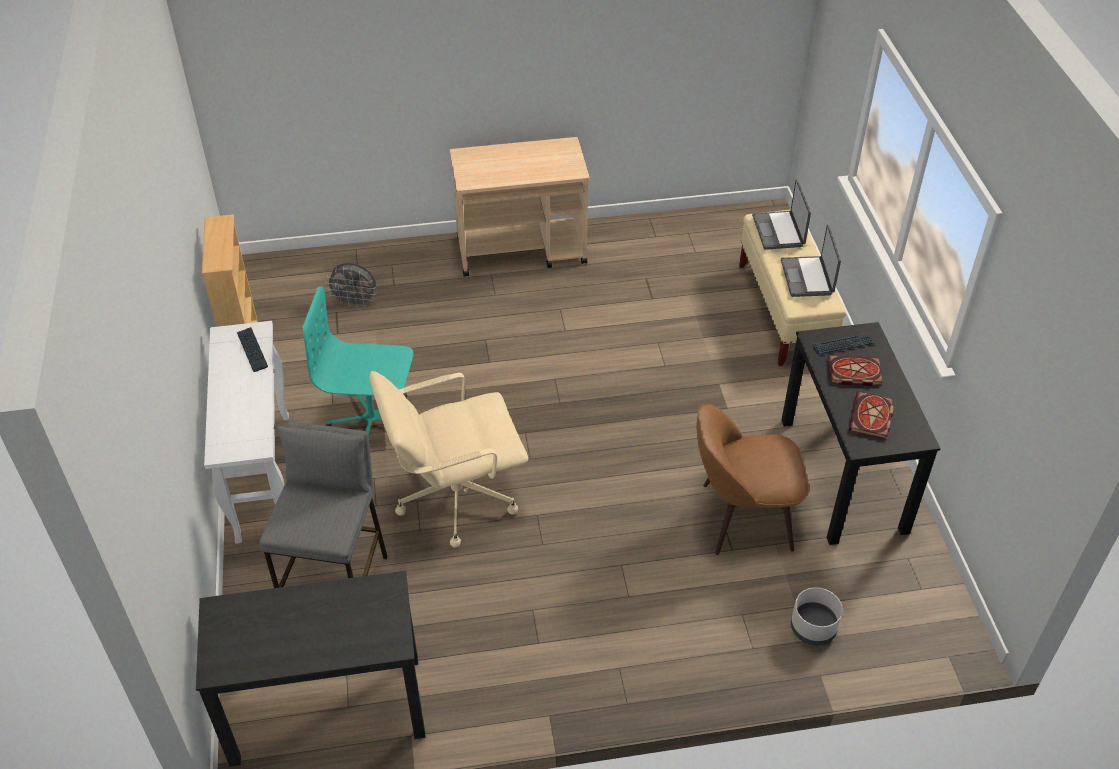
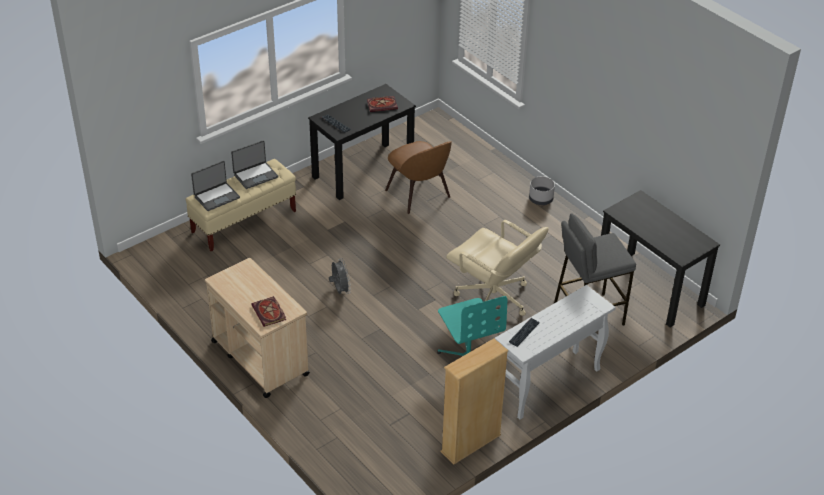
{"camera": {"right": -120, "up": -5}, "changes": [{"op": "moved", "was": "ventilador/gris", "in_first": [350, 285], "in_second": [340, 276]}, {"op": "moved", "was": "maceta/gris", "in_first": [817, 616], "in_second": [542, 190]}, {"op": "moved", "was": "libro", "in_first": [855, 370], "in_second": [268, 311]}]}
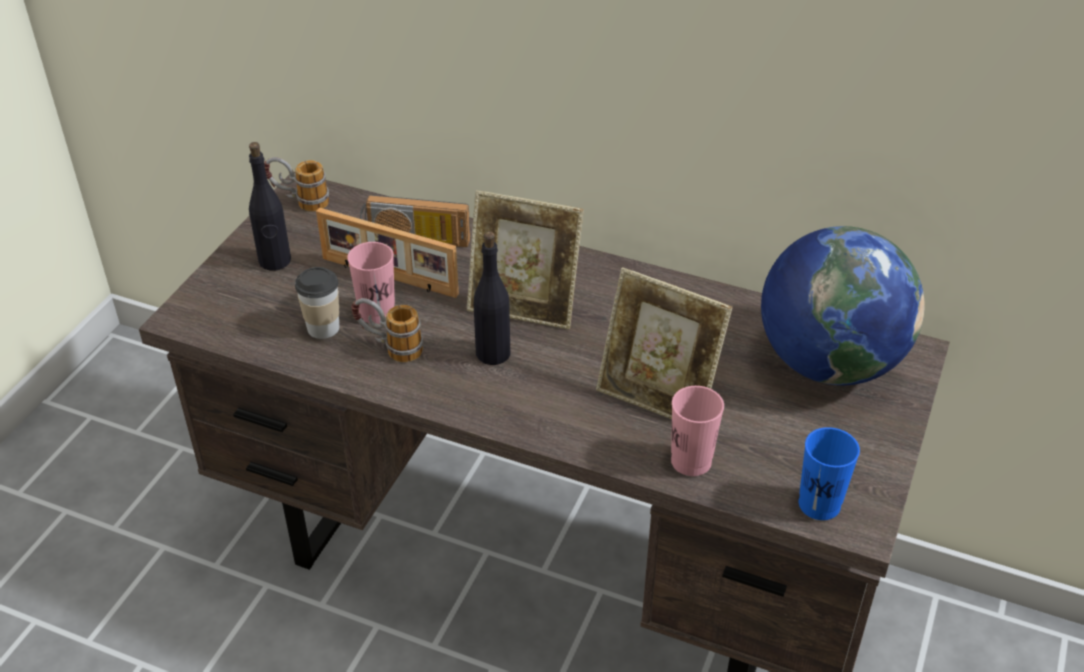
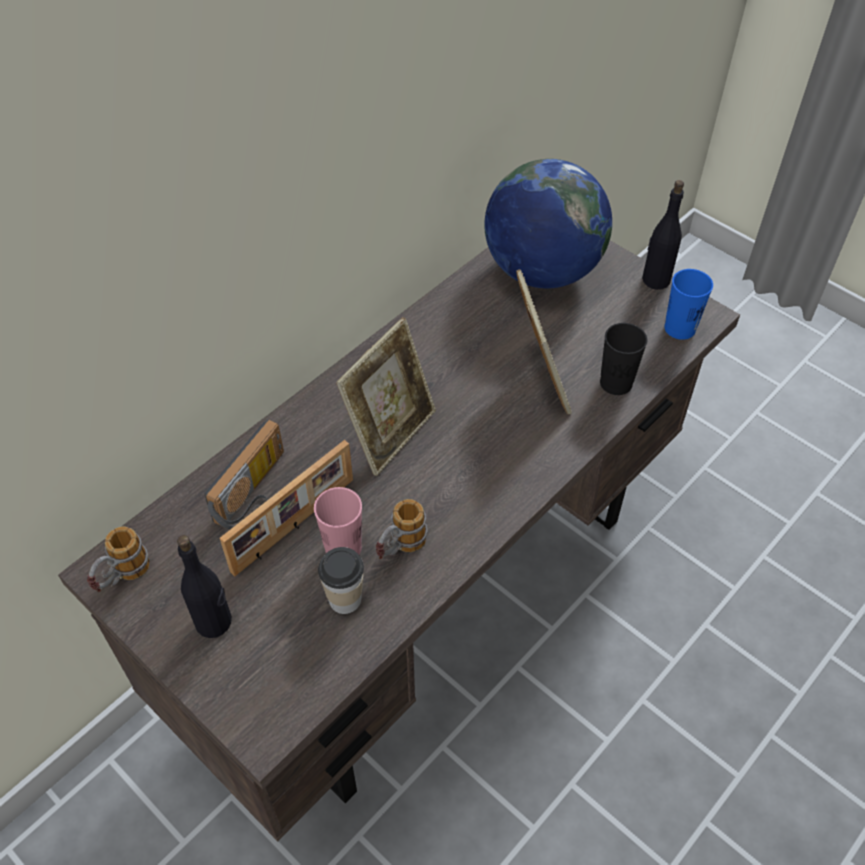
{"camera": {"right": -70, "up": 10}, "changes": [{"op": "moved", "was": "botella/negro", "in_first": [492, 298], "in_second": [663, 235]}, {"op": "recoloured", "was": "taza/rosa", "now": "taza/negro", "in_first": [697, 431], "in_second": [624, 359]}, {"op": "turned", "was": "portarretratos", "in_first": [664, 343], "in_second": [544, 342], "clockwise": -60}]}
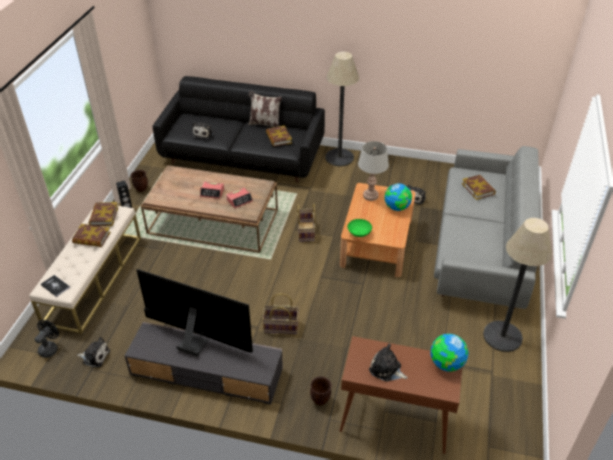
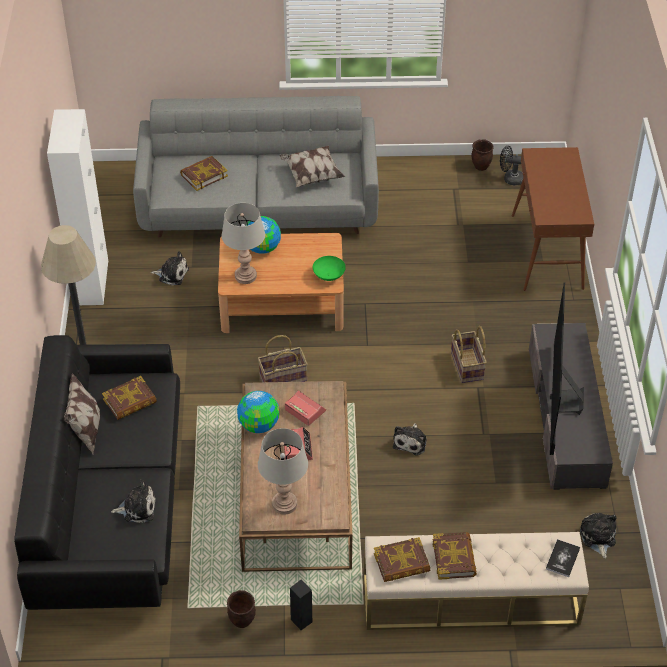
{"camera": {"right": -105, "up": 5}, "changes": [{"op": "removed", "was": "lámpara de pie", "in_first": [517, 285]}, {"op": "added", "now": "armario/blanco", "in_second": [77, 207]}, {"op": "added", "now": "lámpara de mesa/gris", "in_second": [283, 471]}, {"op": "added", "now": "cojín", "in_second": [312, 166]}, {"op": "moved", "was": "ventilador/negro", "in_first": [47, 339], "in_second": [511, 165]}, {"op": "moved", "was": "maceta/marrón", "in_first": [321, 391], "in_second": [482, 155]}, {"op": "moved", "was": "peluche", "in_first": [388, 363], "in_second": [410, 439]}, {"op": "moved", "was": "globo terráqueo", "in_first": [449, 353], "in_second": [258, 412]}]}
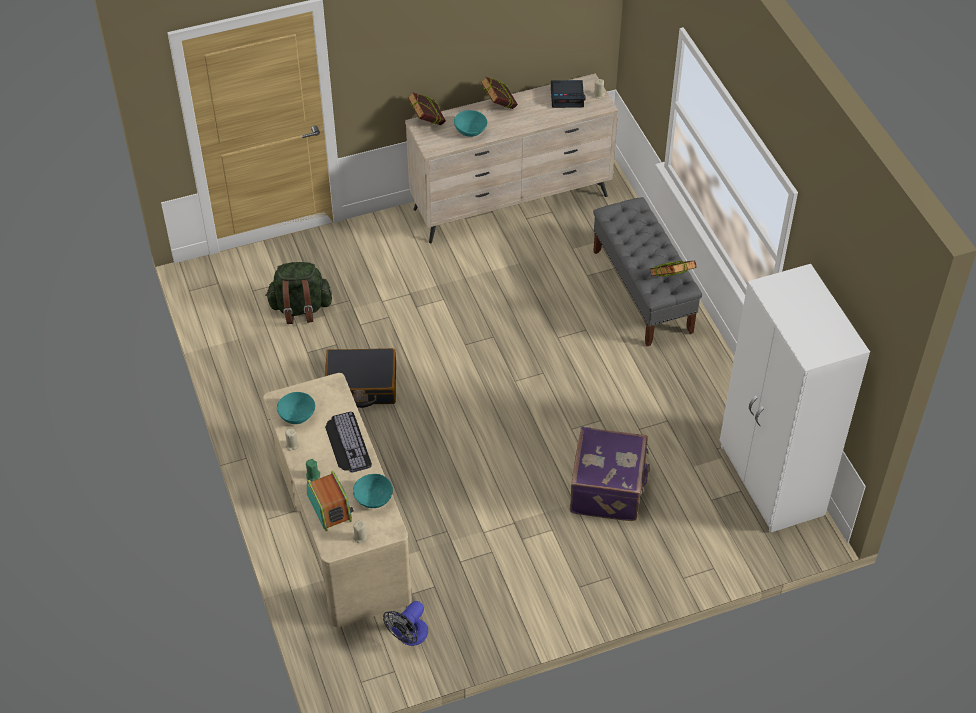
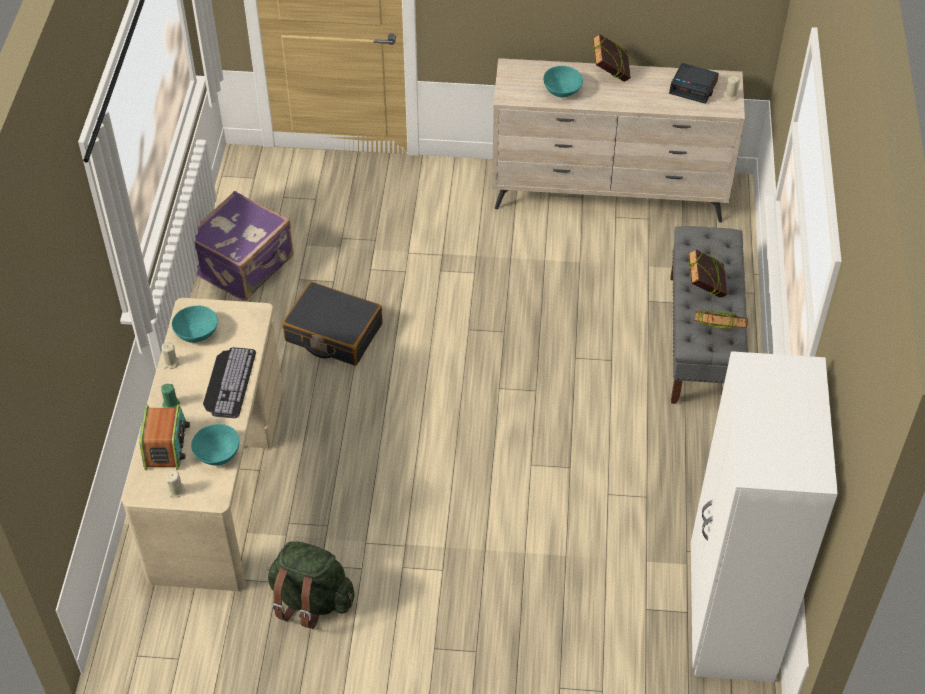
{"camera": {"right": 25, "up": 0}, "changes": [{"op": "removed", "was": "ventilador", "in_first": [405, 623]}, {"op": "moved", "was": "mochila/verde", "in_first": [298, 293], "in_second": [311, 585]}, {"op": "moved", "was": "libro", "in_first": [427, 109], "in_second": [707, 273]}, {"op": "moved", "was": "maleta/morado", "in_first": [610, 473], "in_second": [244, 246]}]}
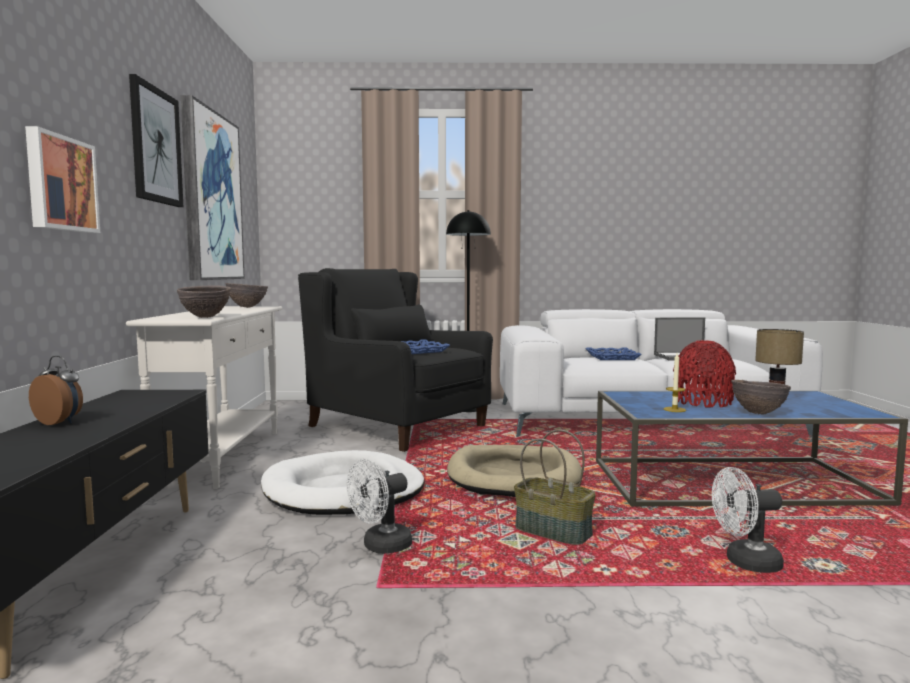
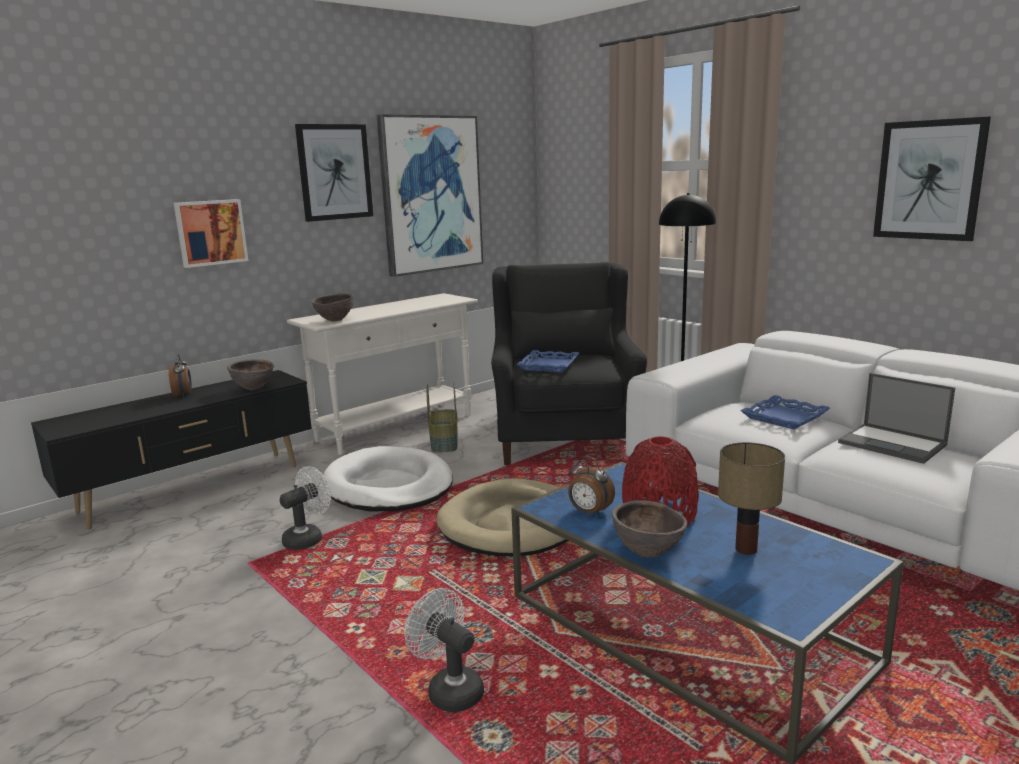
{"camera": {"right": 50, "up": 10}, "changes": [{"op": "added", "now": "cuadro", "in_second": [932, 179]}, {"op": "moved", "was": "cuenco/marrón", "in_first": [246, 295], "in_second": [250, 374]}, {"op": "moved", "was": "cesta", "in_first": [555, 487], "in_second": [442, 417]}, {"op": "replaced", "was": "vela", "now": "despertador", "in_first": [675, 382], "in_second": [591, 486]}, {"op": "turned", "was": "ventilador/blanco", "in_first": [379, 506], "in_second": [305, 508], "clockwise": 120}]}
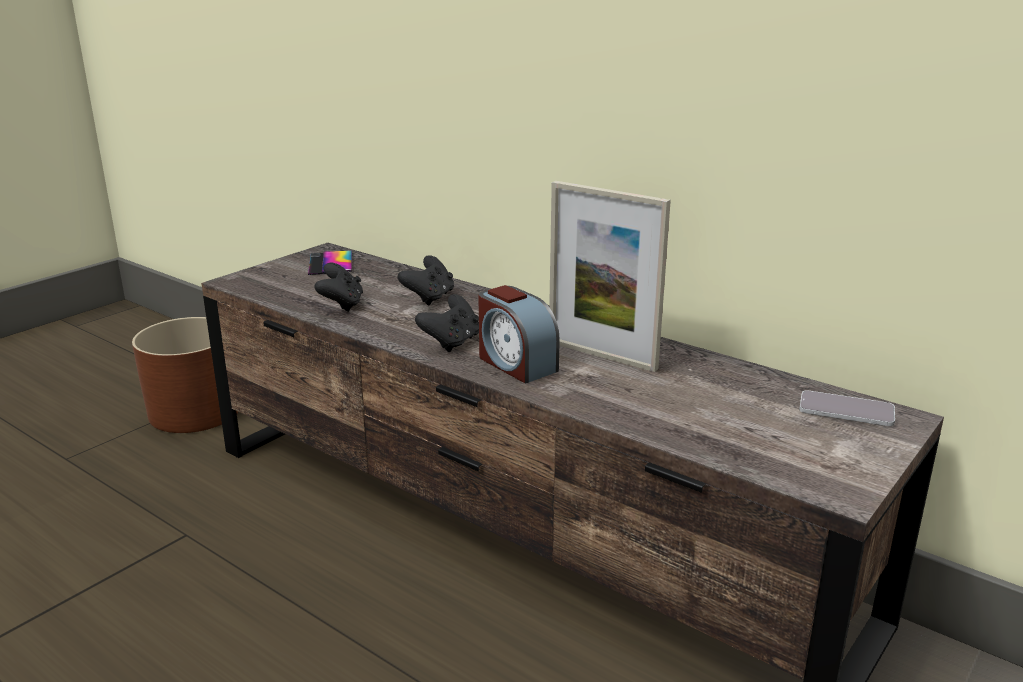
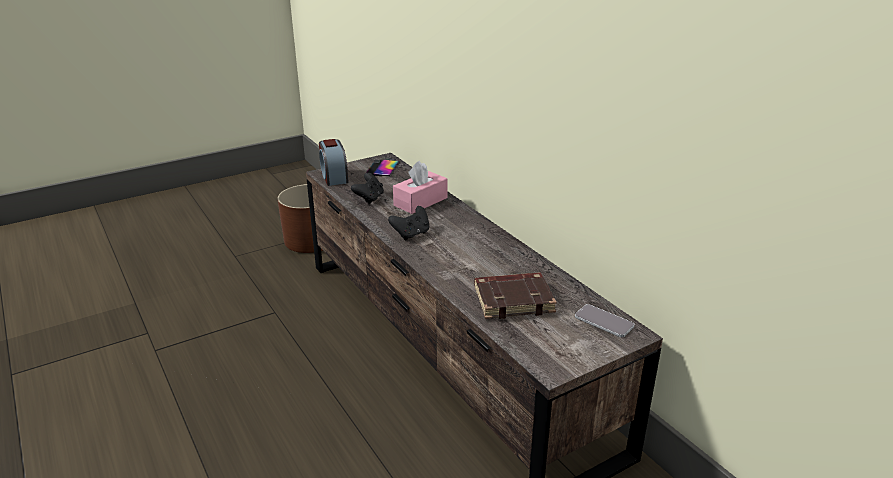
{"camera": {"right": 20, "up": 5}, "changes": [{"op": "removed", "was": "portarretratos", "in_first": [610, 276]}, {"op": "added", "now": "libro/marrón", "in_second": [515, 295]}, {"op": "moved", "was": "despertador", "in_first": [519, 334], "in_second": [334, 162]}, {"op": "replaced", "was": "mando de consola/negro", "now": "caja de pañuelos/rosa", "in_first": [426, 280], "in_second": [420, 187]}]}
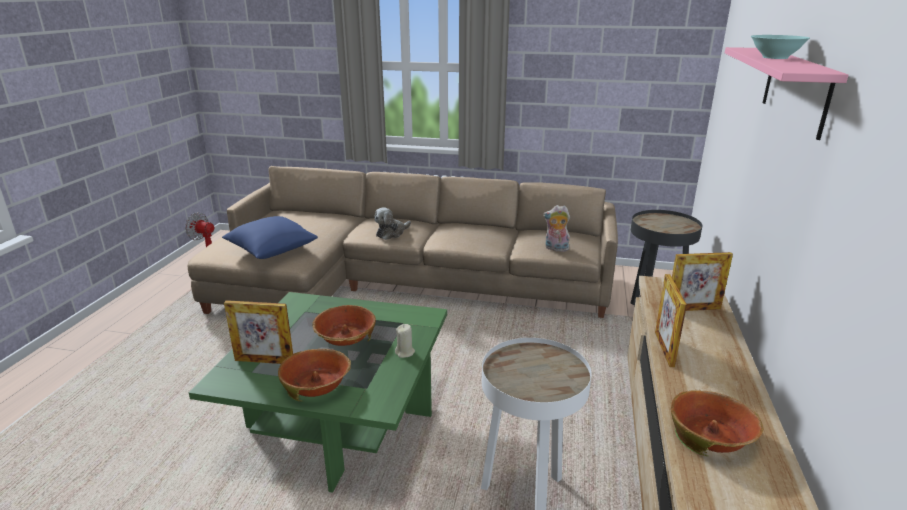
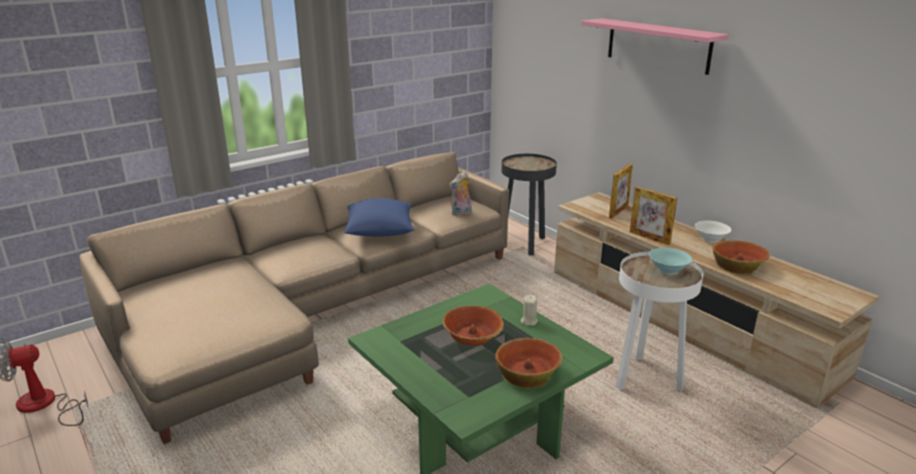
{"camera": {"right": -50, "up": 0}, "changes": [{"op": "removed", "was": "portarretratos", "in_first": [258, 332]}, {"op": "removed", "was": "peluche", "in_first": [392, 223]}, {"op": "added", "now": "cuenco/blanco", "in_second": [713, 231]}, {"op": "moved", "was": "cojín/azul", "in_first": [270, 237], "in_second": [379, 217]}, {"op": "moved", "was": "cuenco/turquesa", "in_first": [780, 47], "in_second": [670, 261]}]}
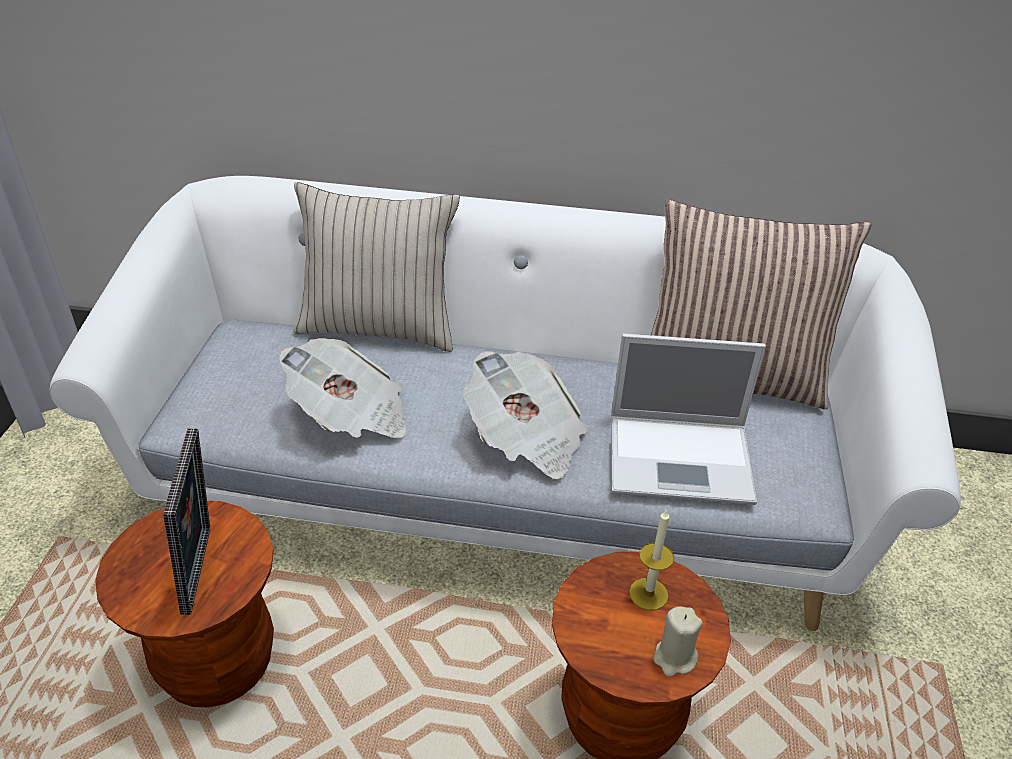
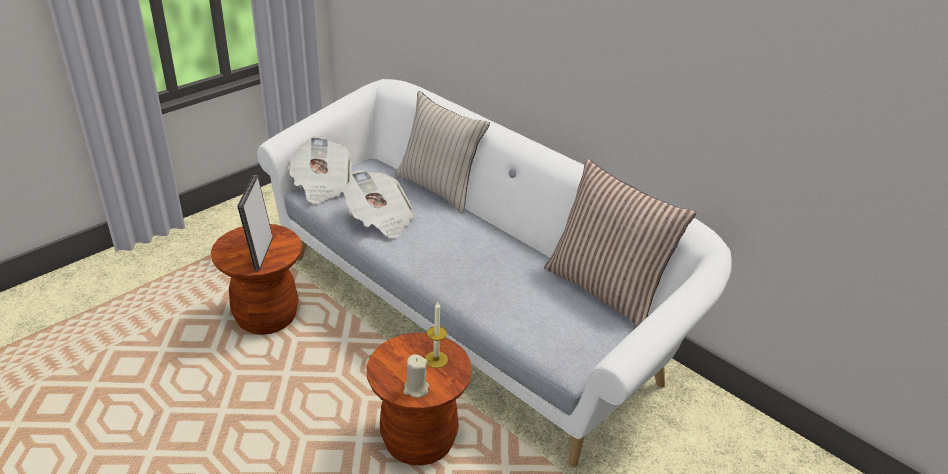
{"camera": {"right": 35, "up": -5}, "changes": [{"op": "removed", "was": "portátil", "in_first": [688, 419]}, {"op": "moved", "was": "periódico", "in_first": [525, 415], "in_second": [320, 170]}, {"op": "turned", "was": "portarretratos", "in_first": [186, 521], "in_second": [255, 222], "clockwise": 150}]}
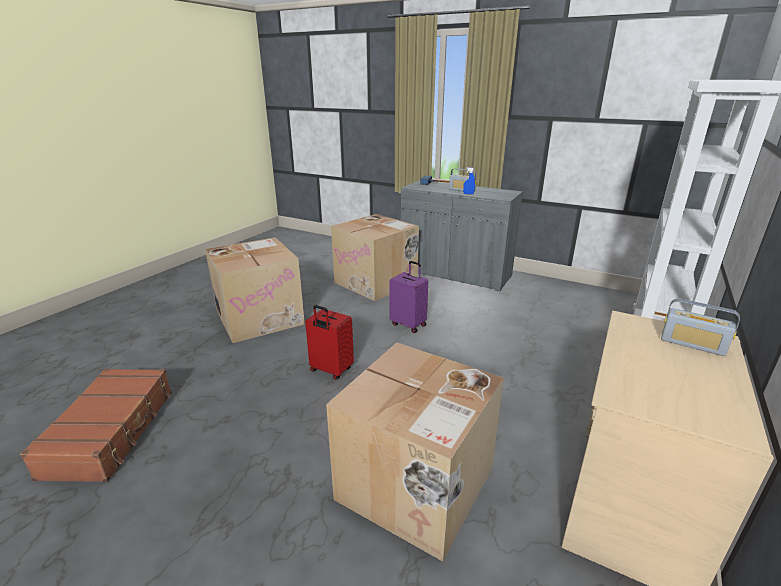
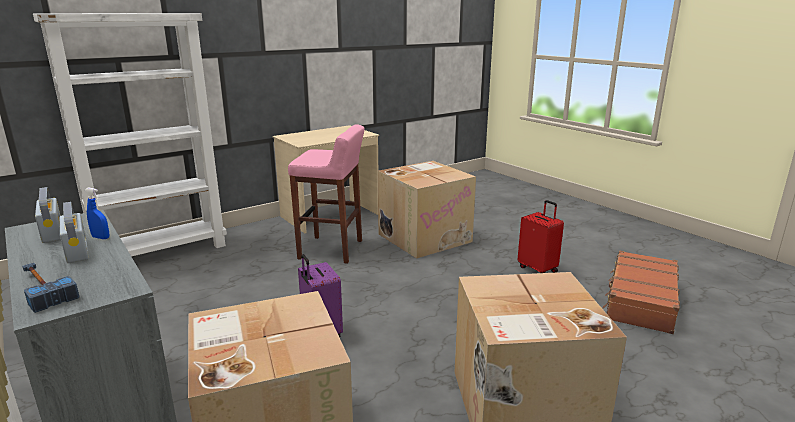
{"camera": {"right": -155, "up": -5}, "changes": [{"op": "added", "now": "taburete/rosa", "in_second": [326, 194]}, {"op": "moved", "was": "maleta/rojo", "in_first": [329, 342], "in_second": [541, 236]}, {"op": "moved", "was": "radio", "in_first": [700, 327], "in_second": [48, 215]}]}
